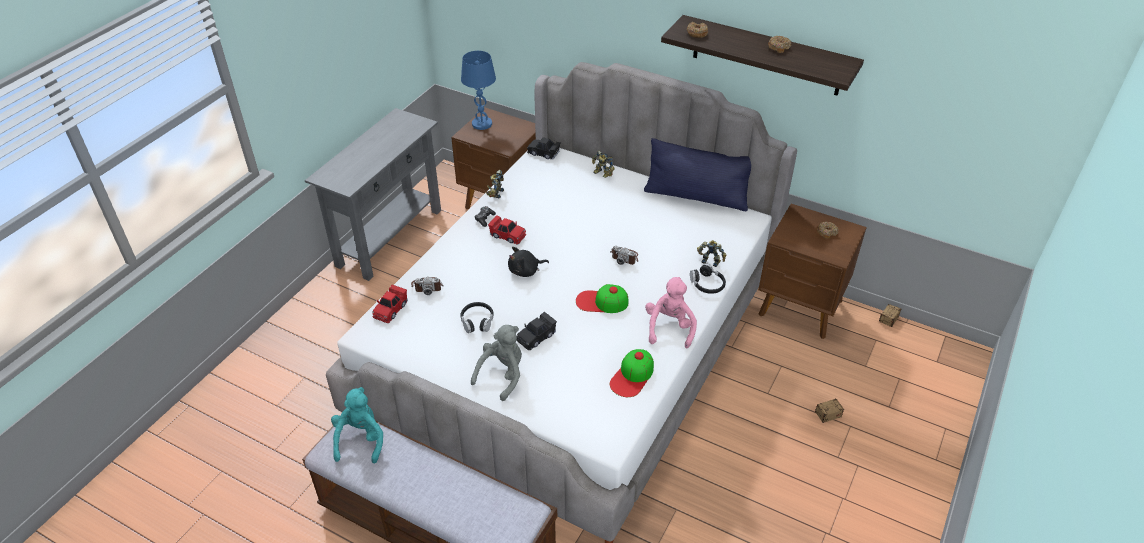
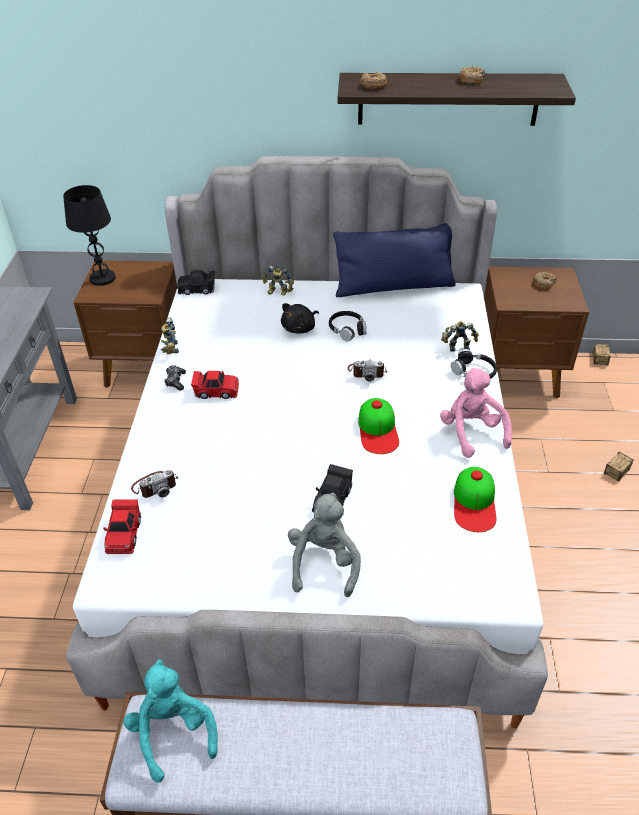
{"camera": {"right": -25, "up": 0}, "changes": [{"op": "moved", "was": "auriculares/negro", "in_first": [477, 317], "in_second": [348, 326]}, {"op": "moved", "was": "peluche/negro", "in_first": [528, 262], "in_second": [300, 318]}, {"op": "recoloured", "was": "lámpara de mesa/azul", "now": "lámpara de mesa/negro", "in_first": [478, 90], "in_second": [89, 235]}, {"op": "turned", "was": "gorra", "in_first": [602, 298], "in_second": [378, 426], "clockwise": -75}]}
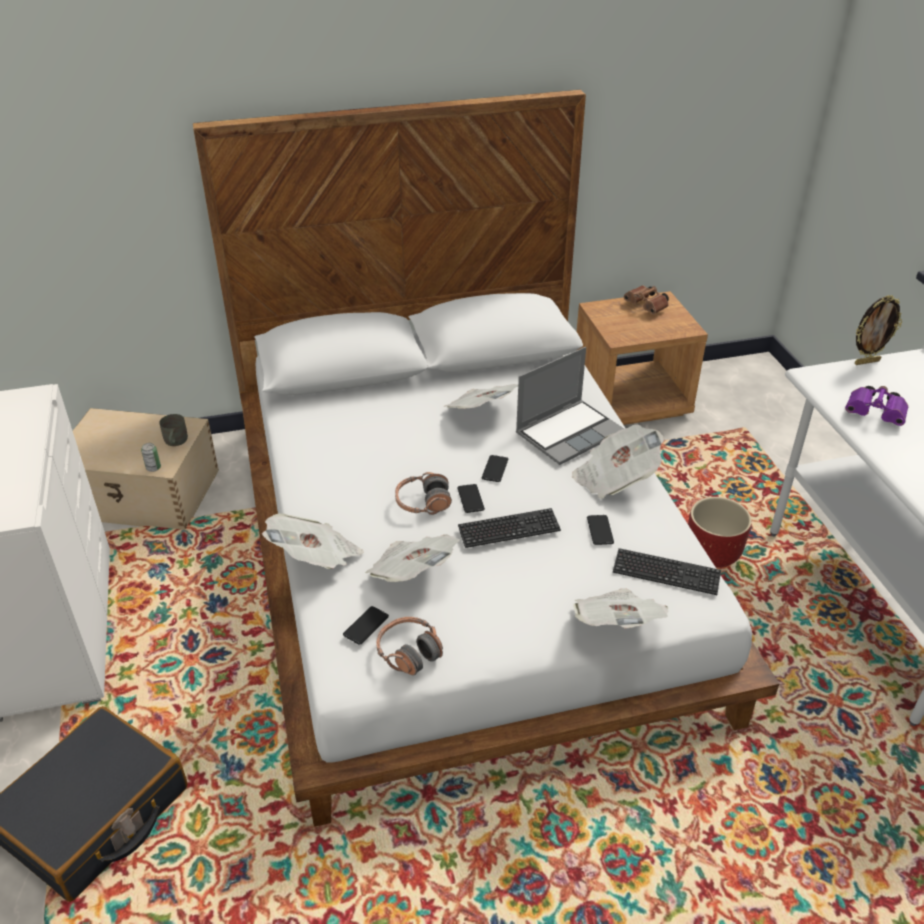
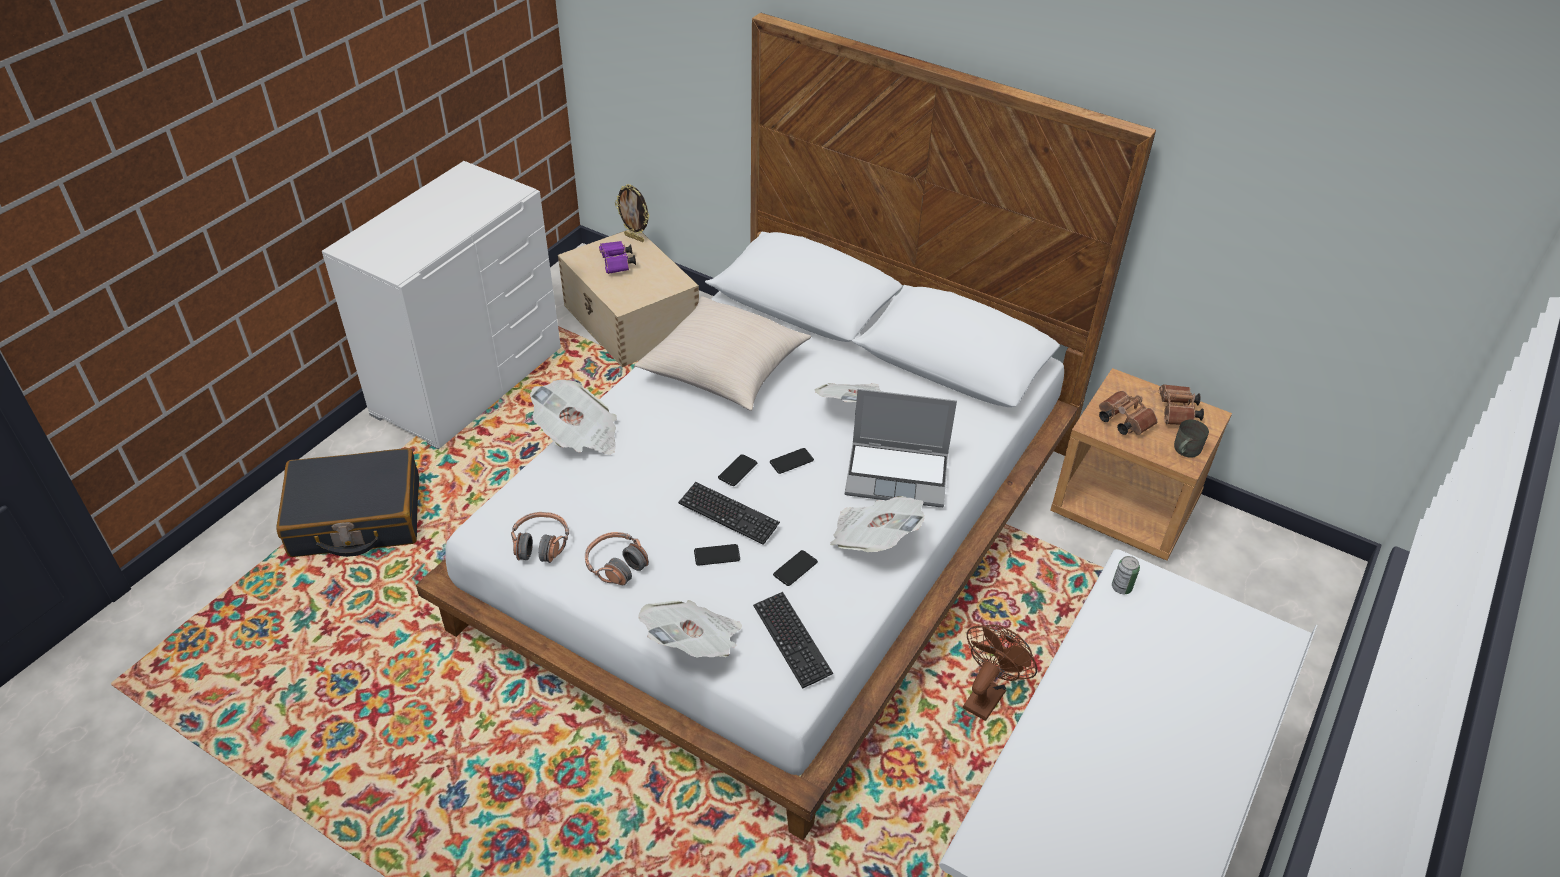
{"camera": {"right": 45, "up": 5}, "changes": [{"op": "removed", "was": "periódico", "in_first": [412, 558]}, {"op": "added", "now": "cojín/beis", "in_second": [723, 353]}, {"op": "added", "now": "prismáticos/marrón", "in_second": [1128, 413]}, {"op": "moved", "was": "lata", "in_first": [151, 457], "in_second": [1126, 575]}, {"op": "moved", "was": "taza grande/gris", "in_first": [173, 430], "in_second": [1191, 438]}, {"op": "moved", "was": "móvil", "in_first": [366, 625], "in_second": [717, 555]}, {"op": "moved", "was": "auriculares", "in_first": [423, 493], "in_second": [617, 558]}, {"op": "moved", "was": "prismáticos/morado", "in_first": [877, 406], "in_second": [617, 257]}, {"op": "moved", "was": "portarretratos", "in_first": [878, 330], "in_second": [632, 213]}, {"op": "replaced", "was": "maceta/rojo", "now": "ventilador/marrón", "in_first": [720, 532], "in_second": [1000, 673]}]}
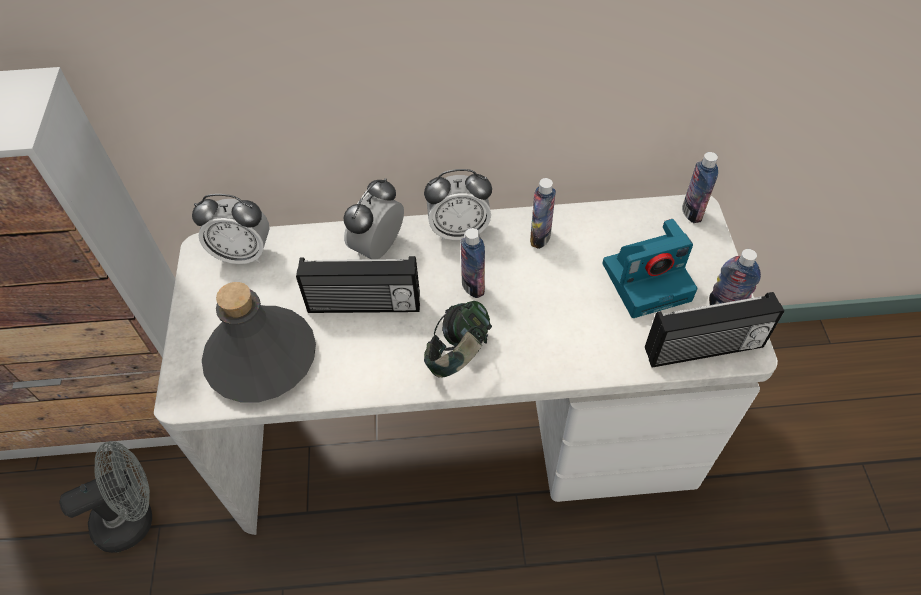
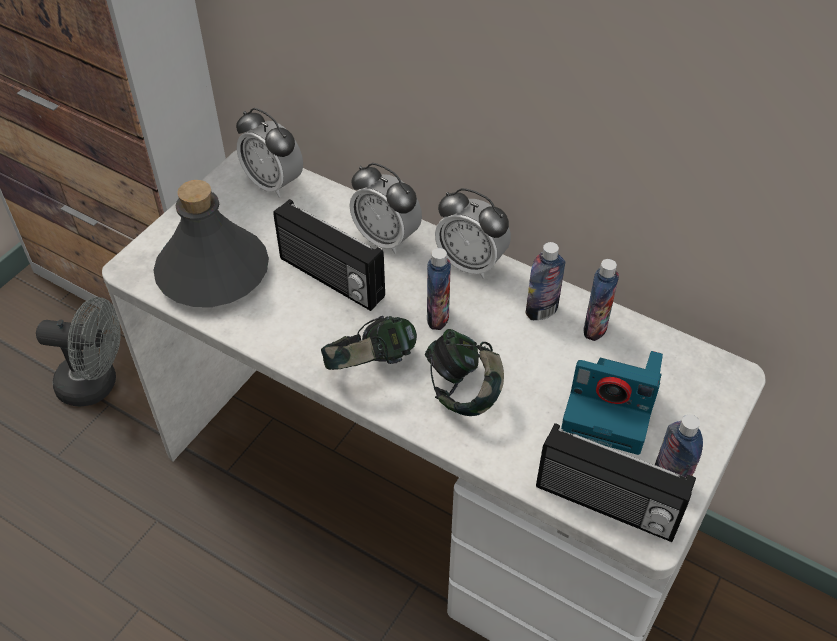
{"camera": {"right": 35, "up": -5}, "changes": [{"op": "added", "now": "auriculares", "in_second": [464, 372]}, {"op": "moved", "was": "botella", "in_first": [700, 187], "in_second": [601, 300]}, {"op": "turned", "was": "despertador", "in_first": [373, 218], "in_second": [385, 208], "clockwise": -120}]}
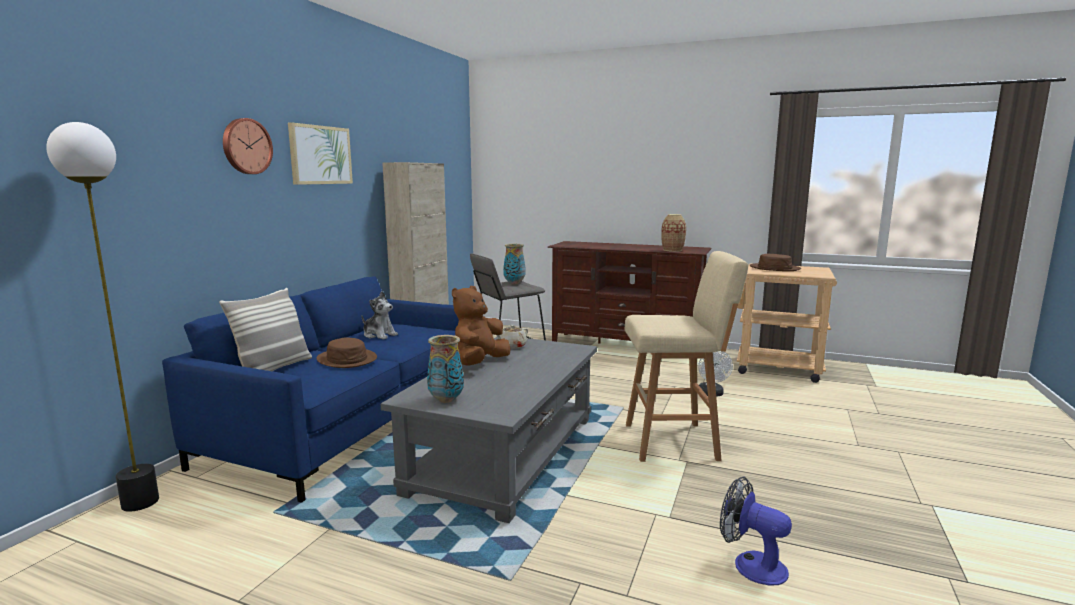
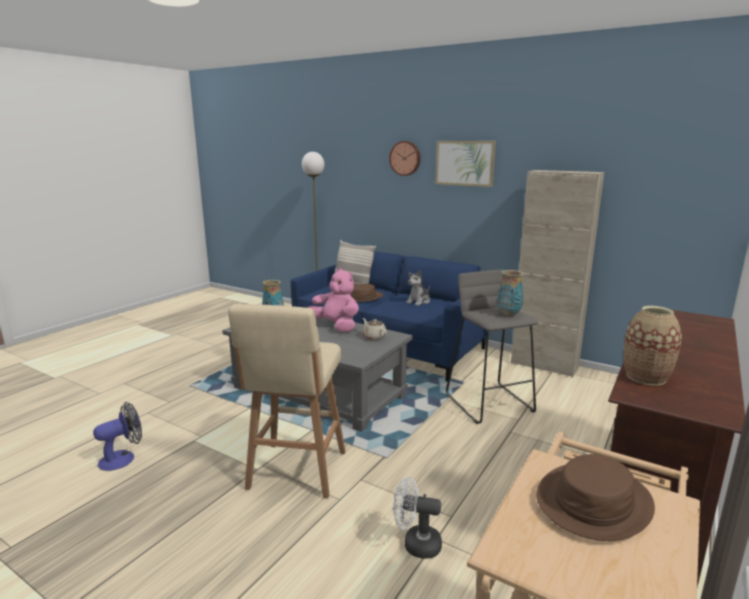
{"camera": {"right": 100, "up": 5}, "changes": [{"op": "recoloured", "was": "peluche/marrón", "now": "peluche/rosa", "in_first": [481, 326], "in_second": [333, 300]}]}
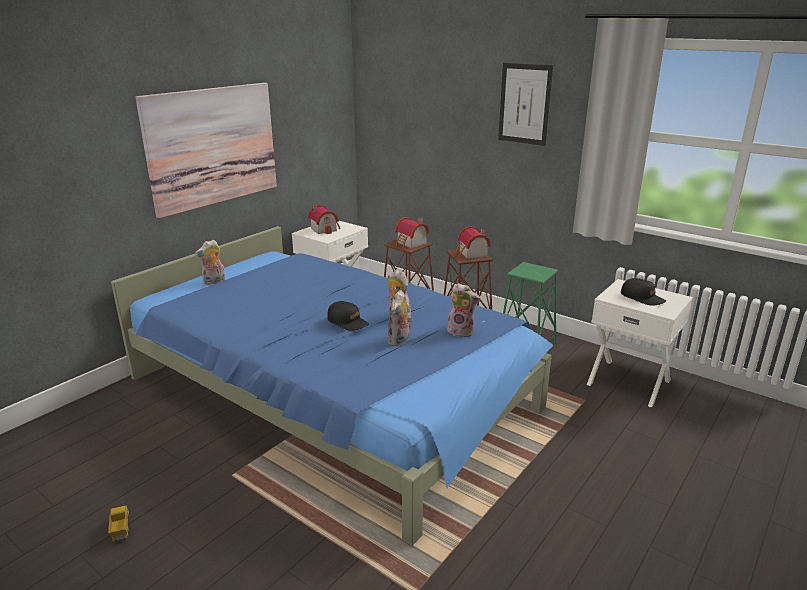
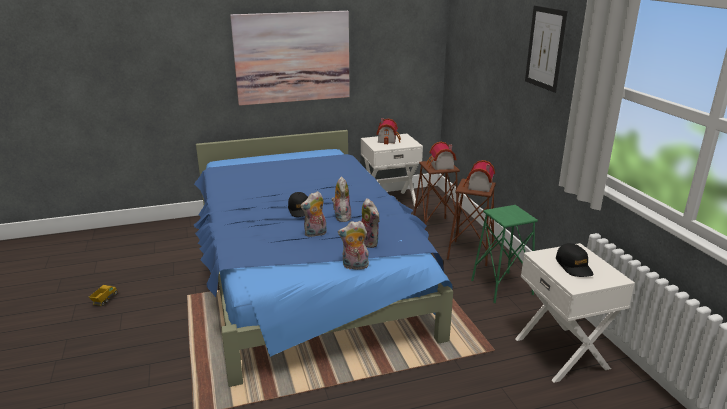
{"camera": {"right": 35, "up": 0}, "changes": [{"op": "moved", "was": "peluche", "in_first": [210, 262], "in_second": [353, 245]}]}
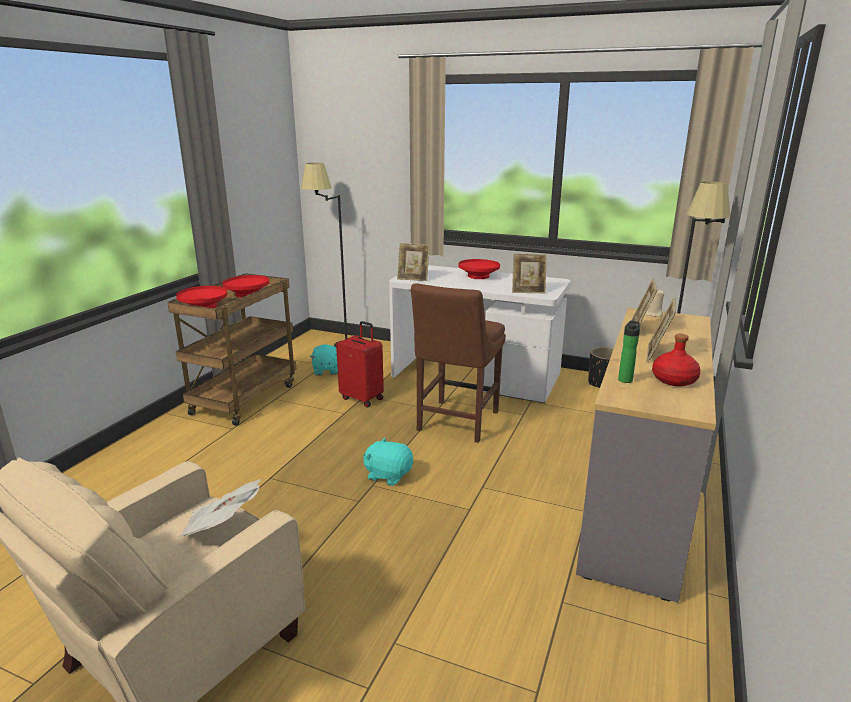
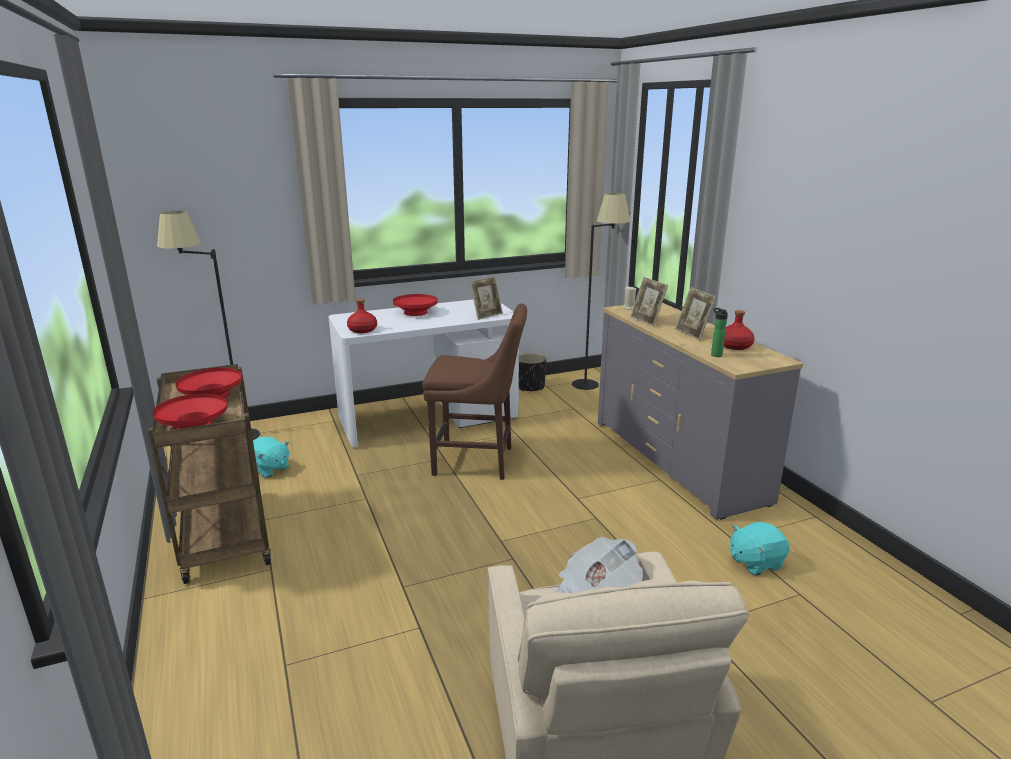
{"camera": {"right": -45, "up": 0}, "changes": [{"op": "removed", "was": "maleta/rojo", "in_first": [360, 364]}, {"op": "moved", "was": "peluche/turquesa", "in_first": [388, 462], "in_second": [760, 549]}, {"op": "replaced", "was": "portarretratos", "now": "botella/rojo", "in_first": [413, 262], "in_second": [362, 316]}, {"op": "turned", "was": "silla/marrón", "in_first": [458, 363], "in_second": [474, 392], "clockwise": -60}]}
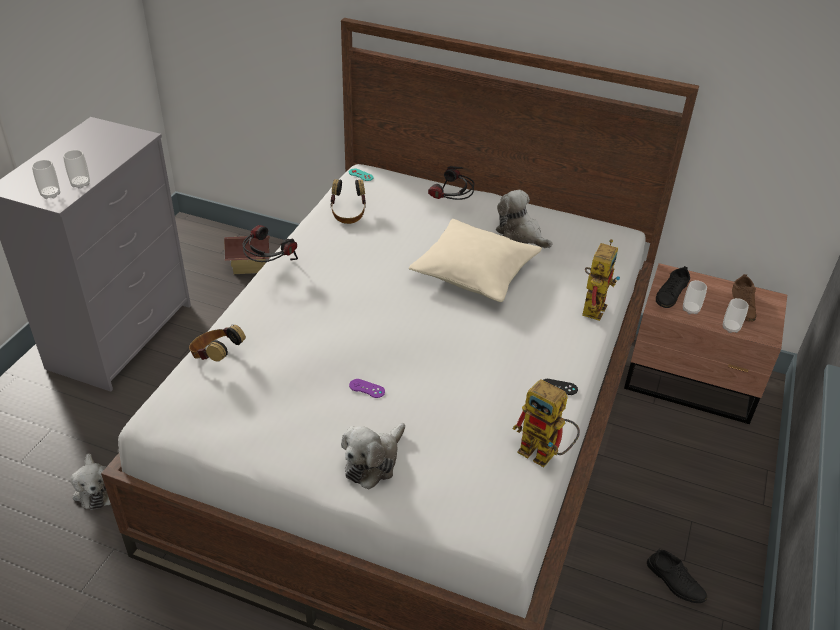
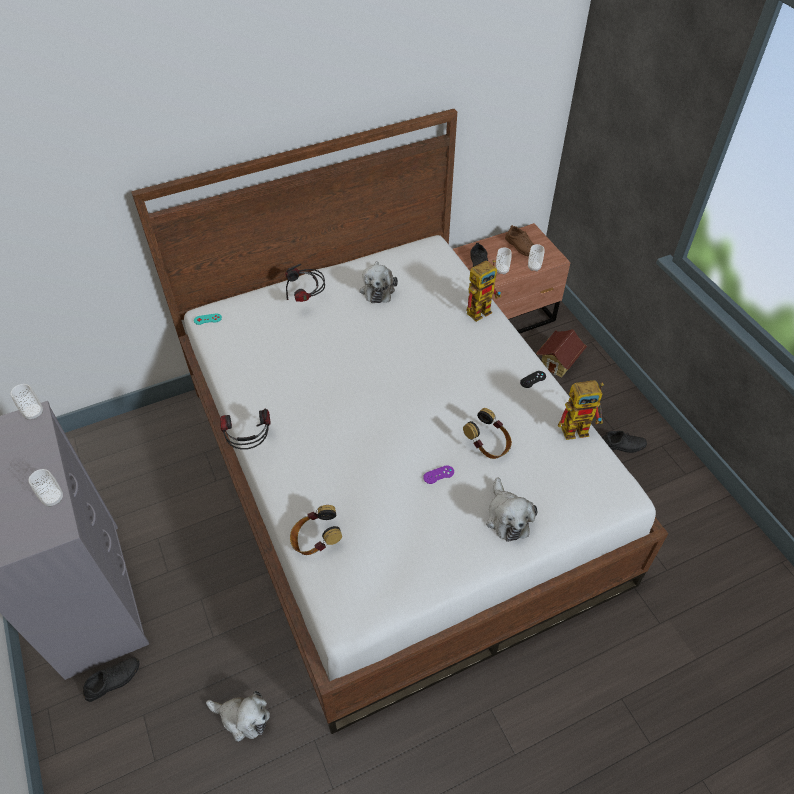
{"camera": {"right": -45, "up": 10}, "changes": [{"op": "removed", "was": "cojín/beis", "in_first": [475, 260]}, {"op": "added", "now": "zapato/negro", "in_second": [111, 679]}, {"op": "moved", "was": "taza", "in_first": [46, 179], "in_second": [26, 402]}, {"op": "moved", "was": "casita", "in_first": [247, 254], "in_second": [561, 353]}, {"op": "moved", "was": "auriculares", "in_first": [348, 201], "in_second": [487, 433]}, {"op": "turned", "was": "peluche", "in_first": [524, 219], "in_second": [379, 282], "clockwise": -90}, {"op": "turned", "was": "robot de juguete", "in_first": [601, 280], "in_second": [483, 291], "clockwise": 75}]}
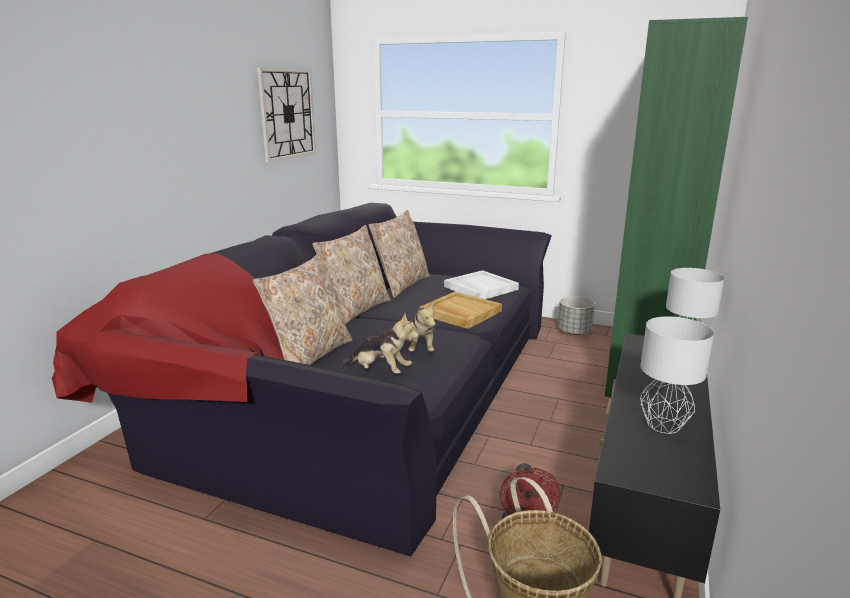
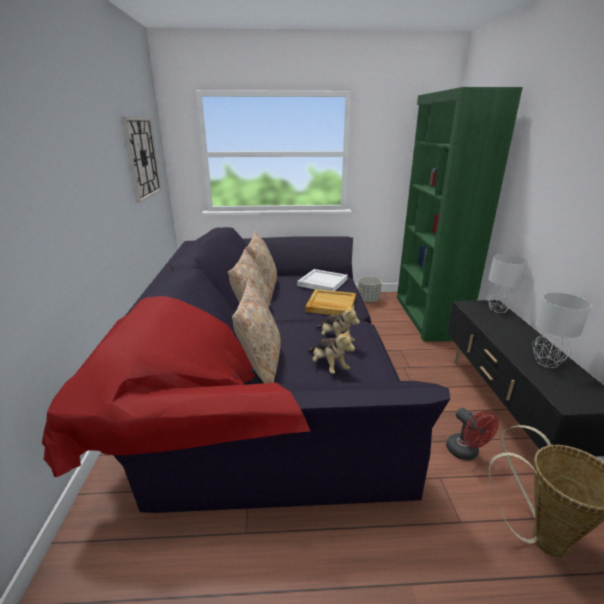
{"camera": {"right": -25, "up": 5}, "changes": [{"op": "turned", "was": "peluche", "in_first": [380, 343], "in_second": [331, 351], "clockwise": 60}]}
